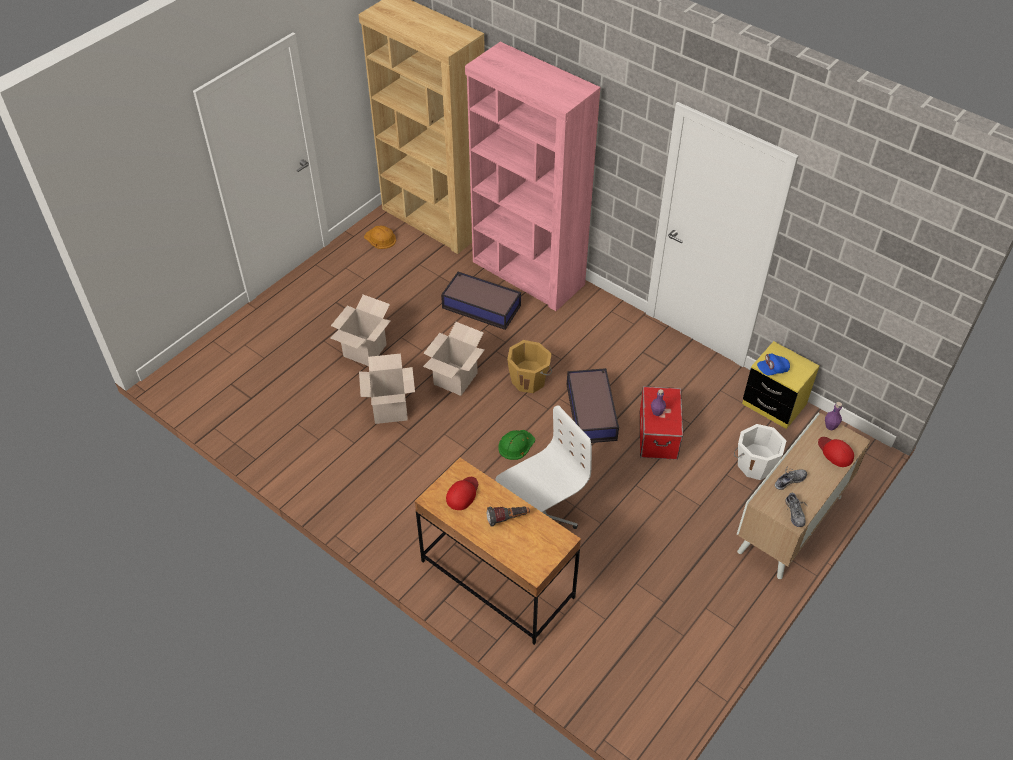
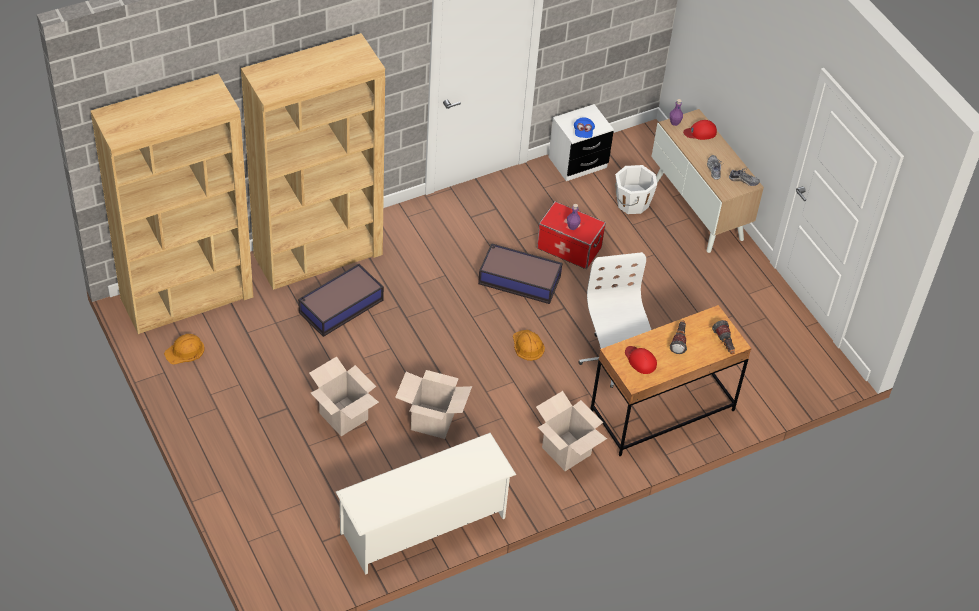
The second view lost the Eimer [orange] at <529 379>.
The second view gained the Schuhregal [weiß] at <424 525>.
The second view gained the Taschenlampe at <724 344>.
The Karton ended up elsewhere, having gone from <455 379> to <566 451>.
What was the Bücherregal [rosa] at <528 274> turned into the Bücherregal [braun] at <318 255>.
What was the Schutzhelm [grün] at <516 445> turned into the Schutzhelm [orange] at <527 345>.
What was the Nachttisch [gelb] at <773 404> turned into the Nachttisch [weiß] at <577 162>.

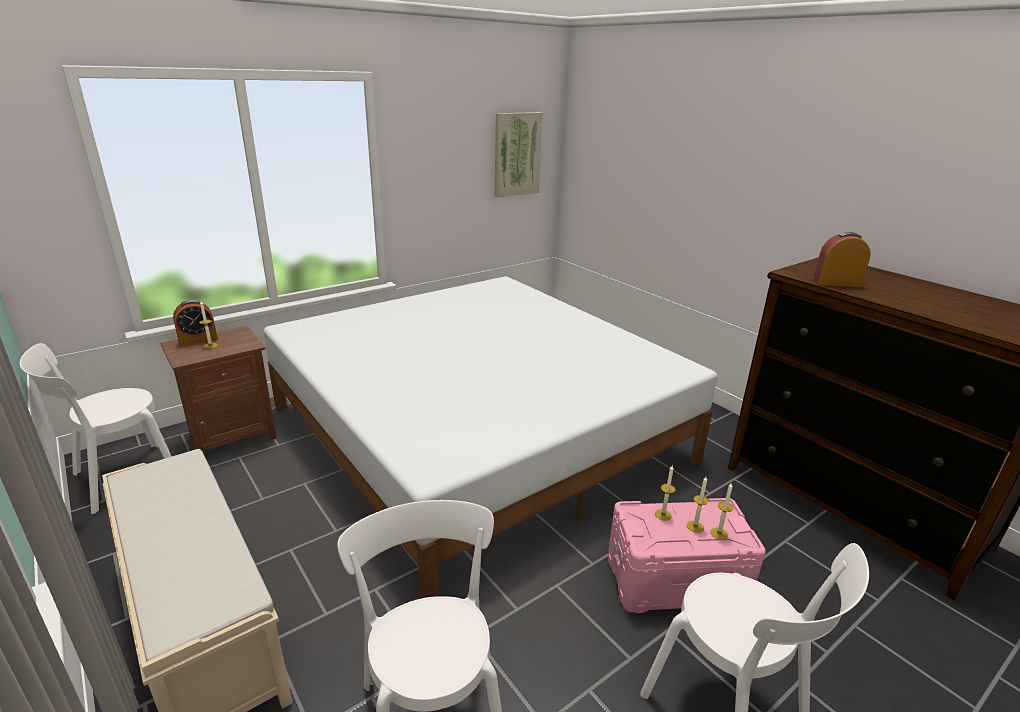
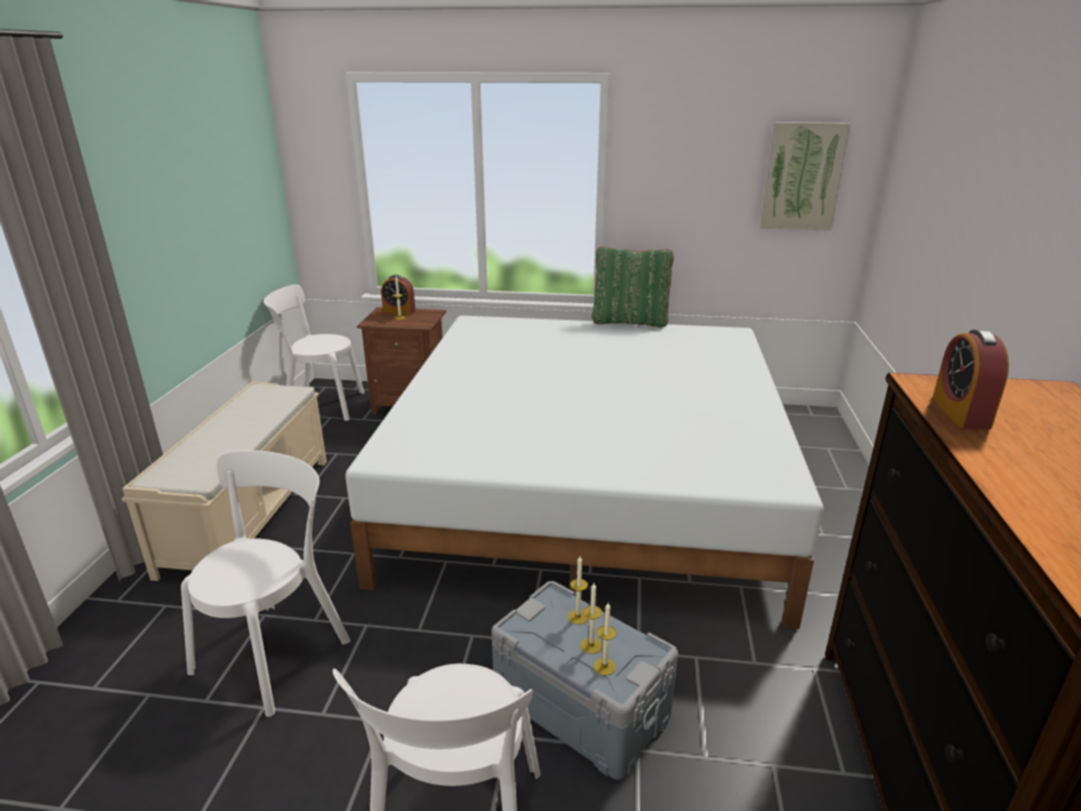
The second view gained the Kissen [grün] at <630 321>.
What was the Aufbewahrungsbox [rosa] at <675 579> turned into the Aufbewahrungsbox [grau] at <581 704>.
The Wecker at <836 283> ended up facing another way, 135 degrees counterclockwise from before.

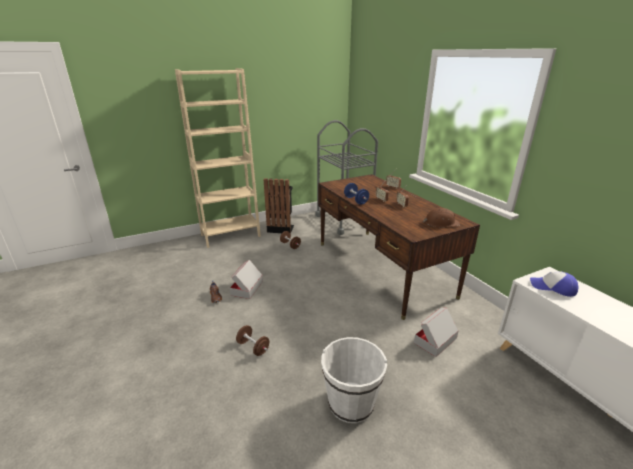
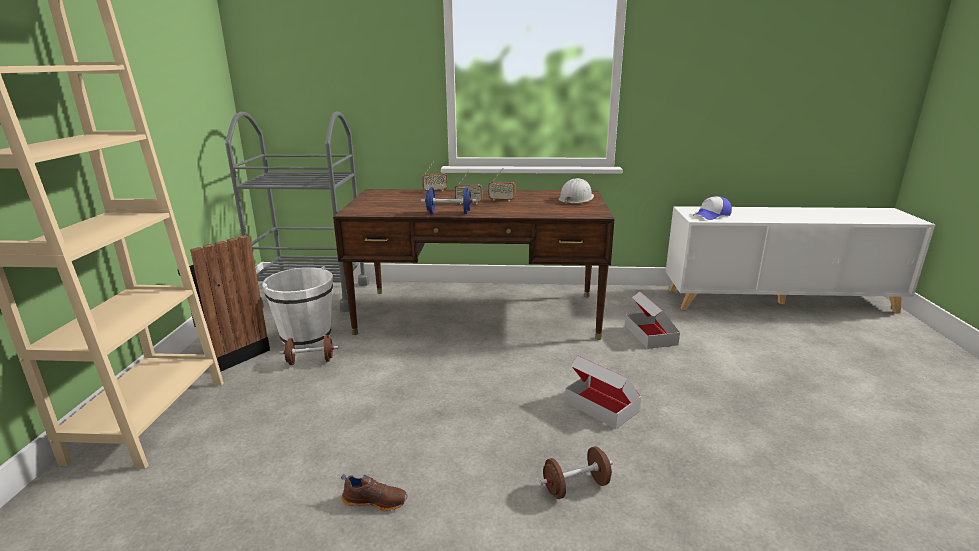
The Karton ended up elsewhere, having gone from <247 288> to <602 406>.
The Eimer [weiß] ended up elsewhere, having gone from <351 403> to <306 336>.
What was the Schutzhelm [braun] at <441 223> turned into the Schutzhelm [weiß] at <576 199>.

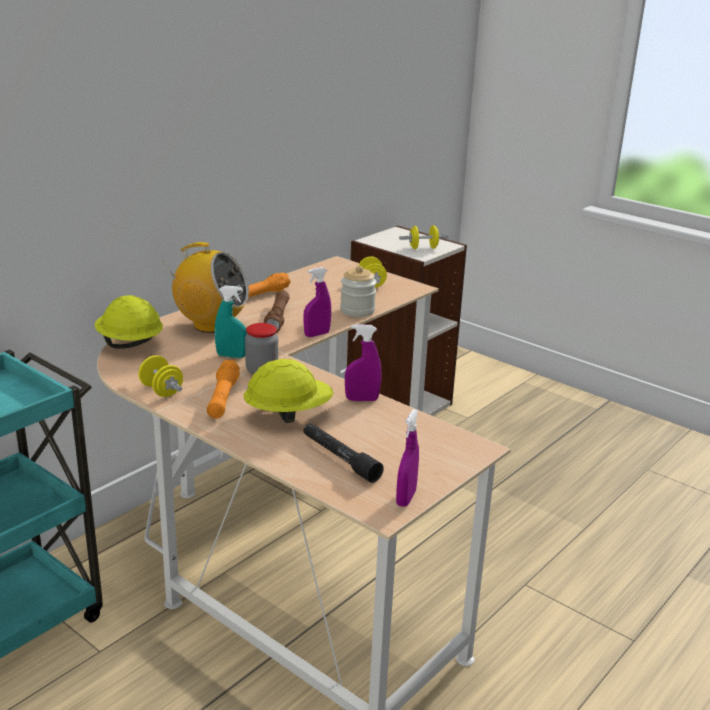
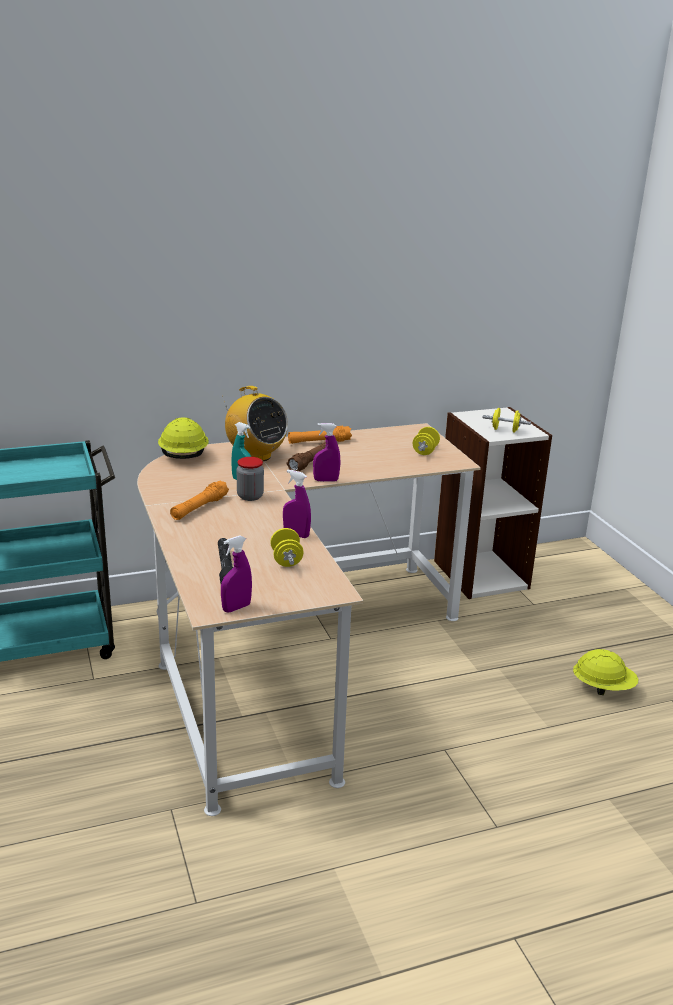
The second view lost the Vorratsglas at <357 311>.
The Hantel [gelb] ended up elsewhere, having gone from <161 390> to <286 560>.
The Schutzhelm [gelb] ended up elsewhere, having gone from <288 414> to <602 688>.

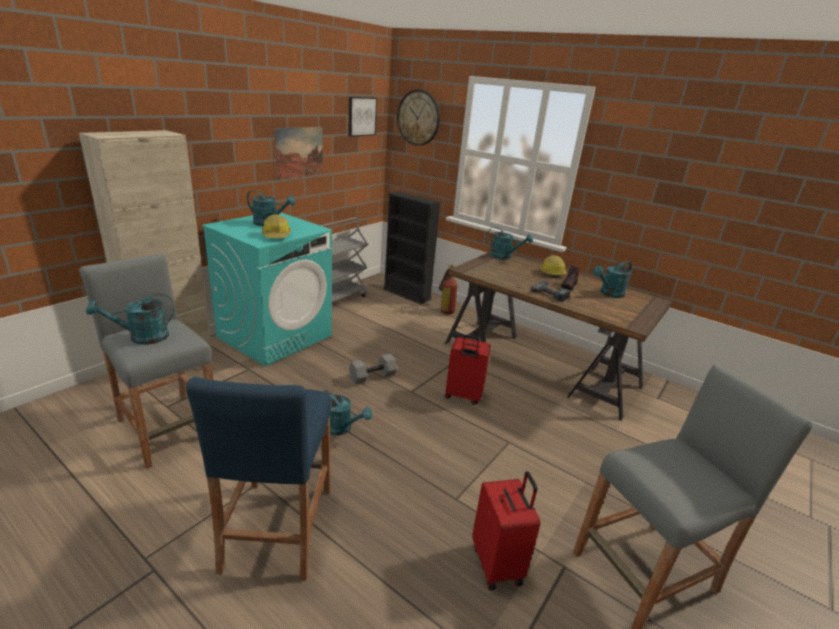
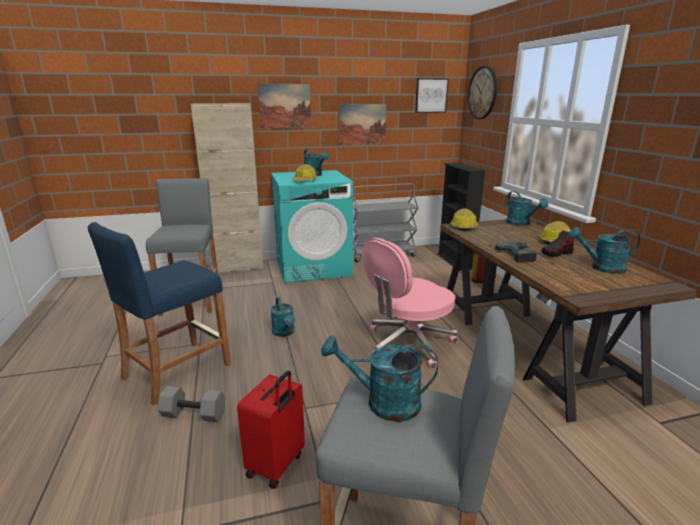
The second view gained the Bild at <285 105>.
The second view gained the Schutzhelm at <462 227>.
The Gießkanne [türkis] ended up elsewhere, having gone from <142 338> to <383 403>.
The Hantel [grau] ended up elsewhere, having gone from <372 376> to <194 413>.
Where the Koffer [rot] stood at <463 396>, the Bürostuhl [rosa] came to stand at <408 344>.

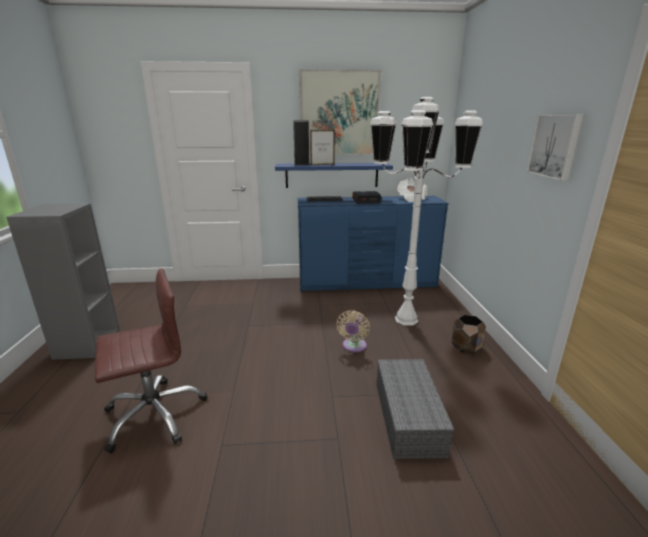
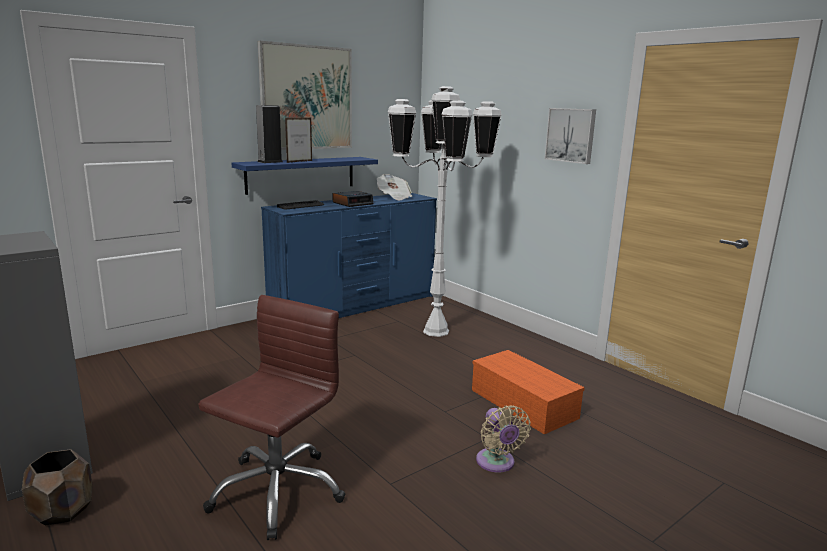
The Ventilator [beige] ended up elsewhere, having gone from <353 347> to <497 463>.
The Pflanzkübel [braun] ended up elsewhere, having gone from <466 347> to <63 510>.
What was the Aufbewahrungsbox [grau] at <409 418> turned into the Aufbewahrungsbox [orange] at <525 404>.

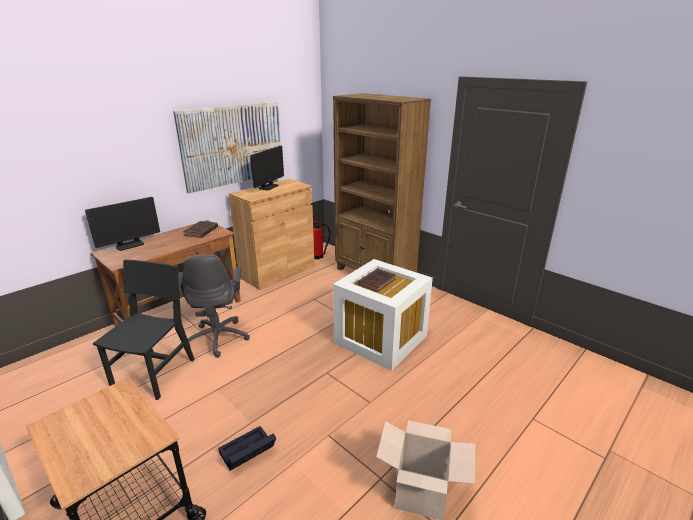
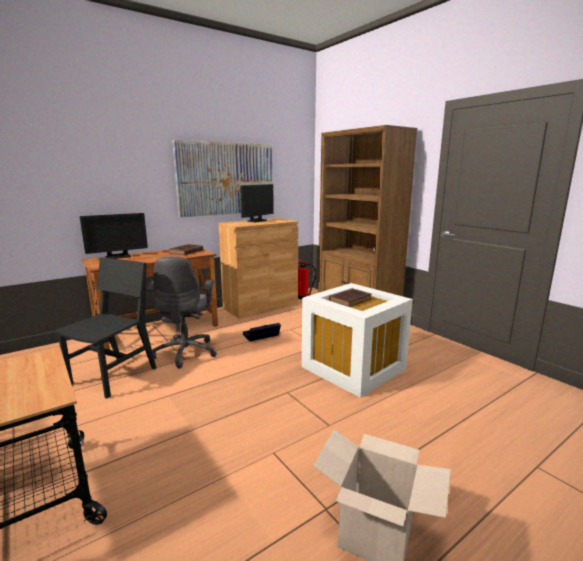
The Aufbewahrungsbox [schwarz] ended up elsewhere, having gone from <247 453> to <261 336>.

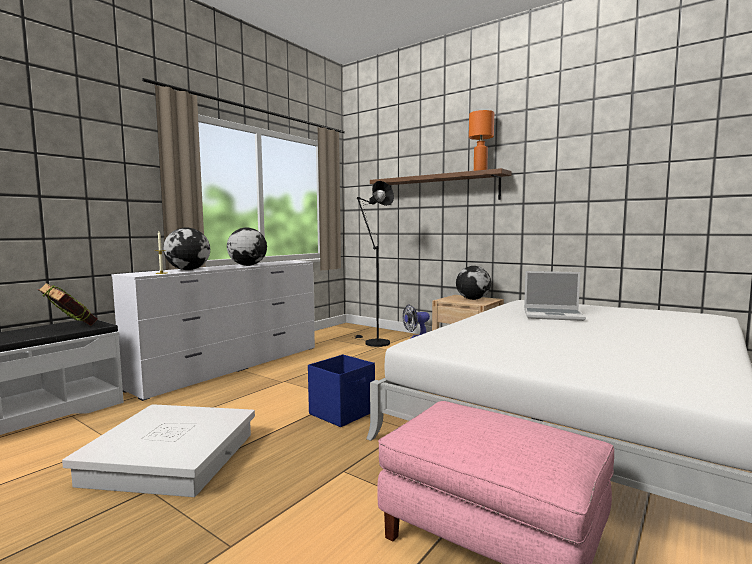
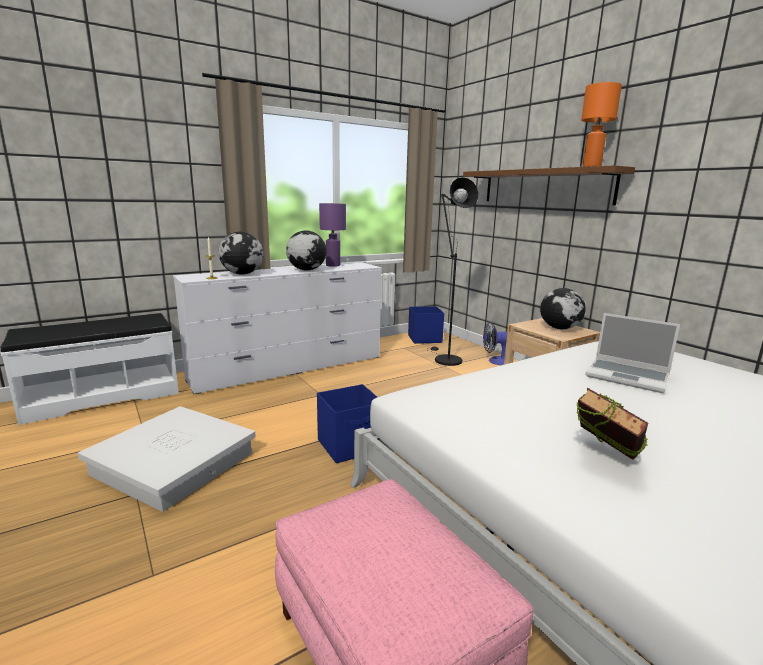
The second view gained the Tischlampe [lila] at <332 265>.
The second view gained the Aufbewahrungsbox [blau] at <424 339>.
The Buch ended up elsewhere, having gone from <70 327> to <604 460>.

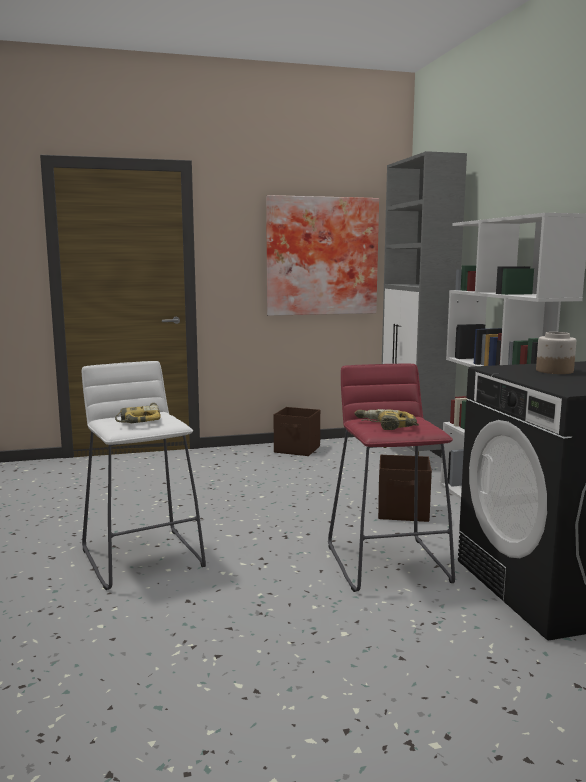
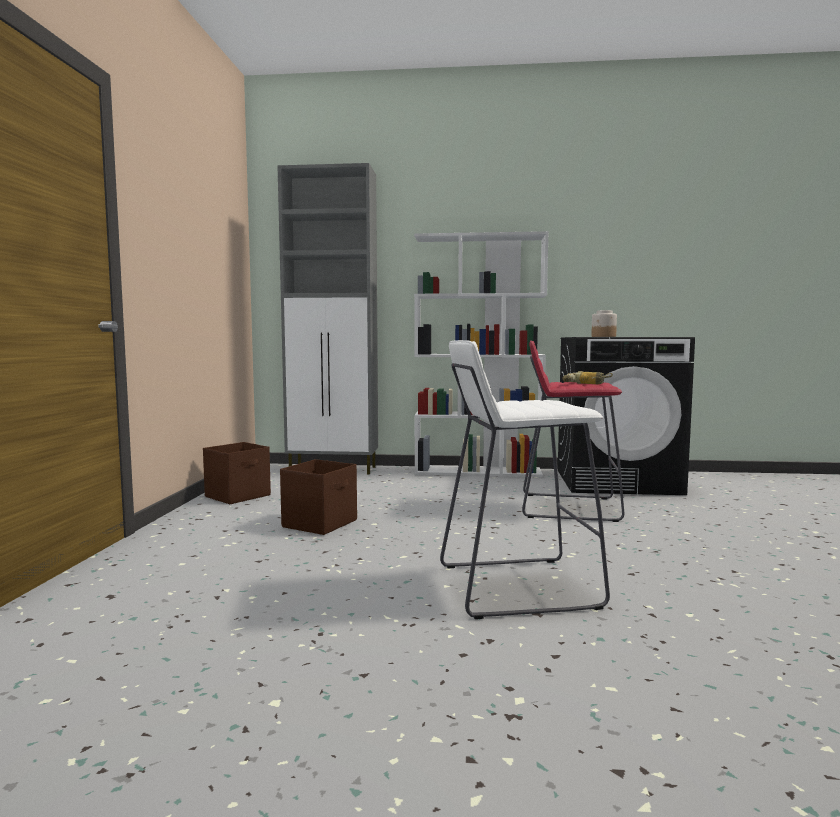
The second view lost the Bohrmaschine at <138 420>.
The second view lost the Bild at <321 256>.
The Aufbewahrungsbox [braun] ended up elsewhere, having gone from <404 512> to <321 523>.

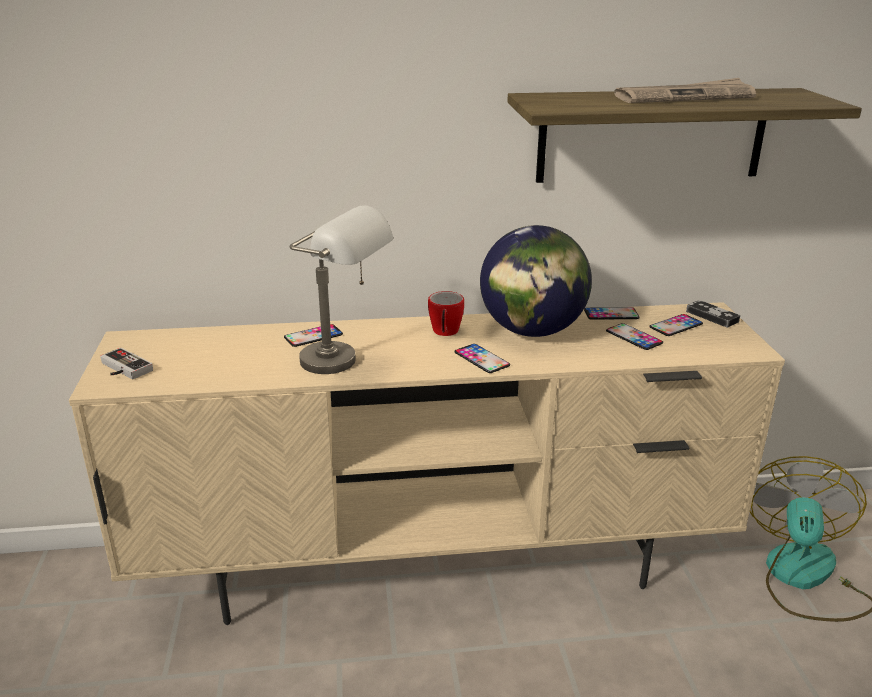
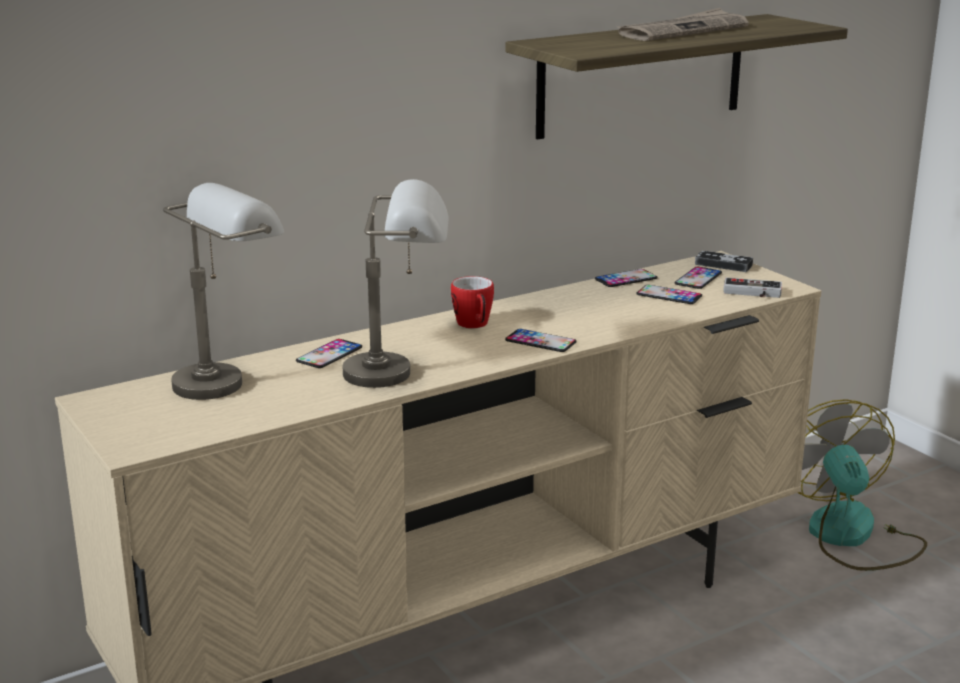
The second view lost the Globus at <532 331>.
The second view gained the Tischlampe [grau] at <227 378>.
The Gamepad ended up elsewhere, having gone from <122 369> to <752 293>.

